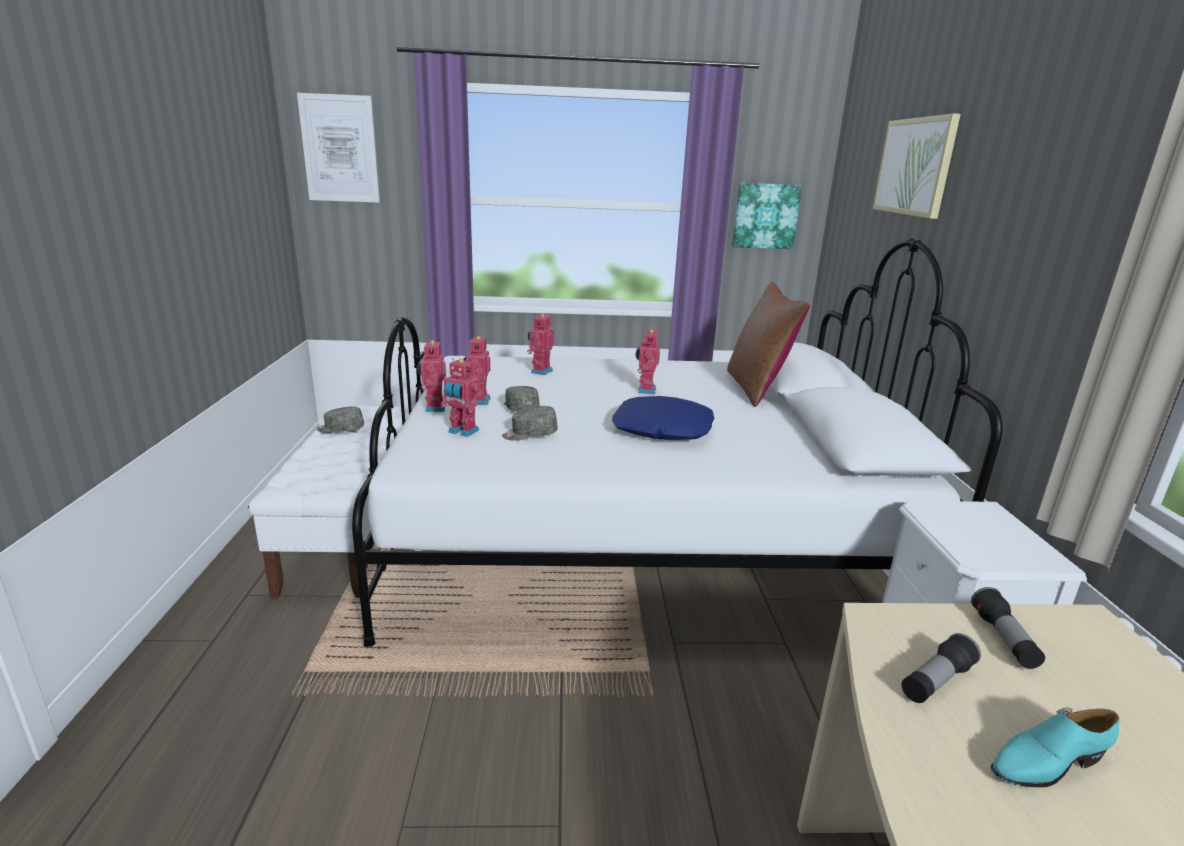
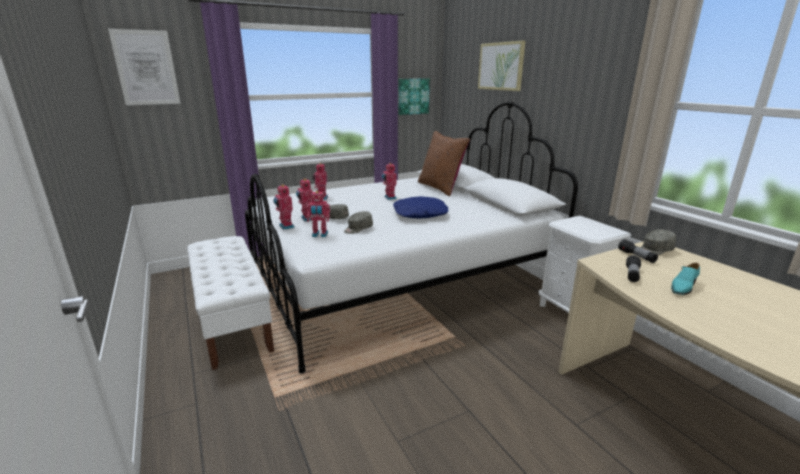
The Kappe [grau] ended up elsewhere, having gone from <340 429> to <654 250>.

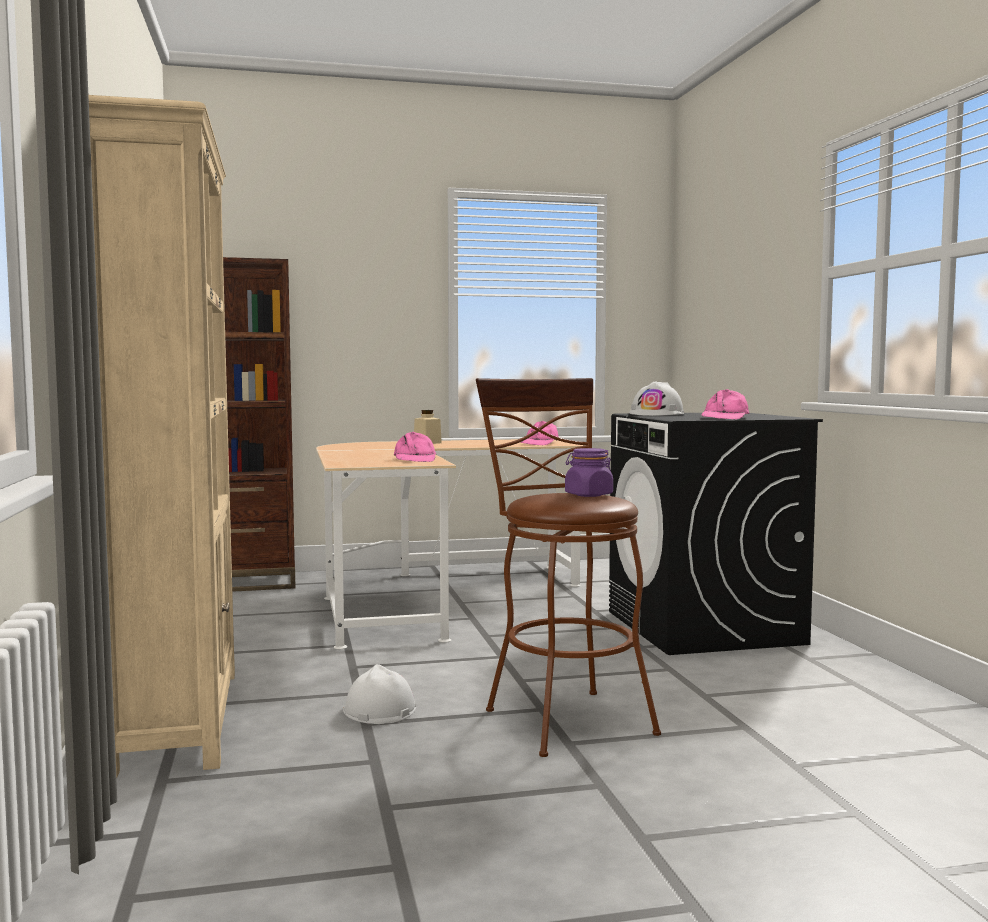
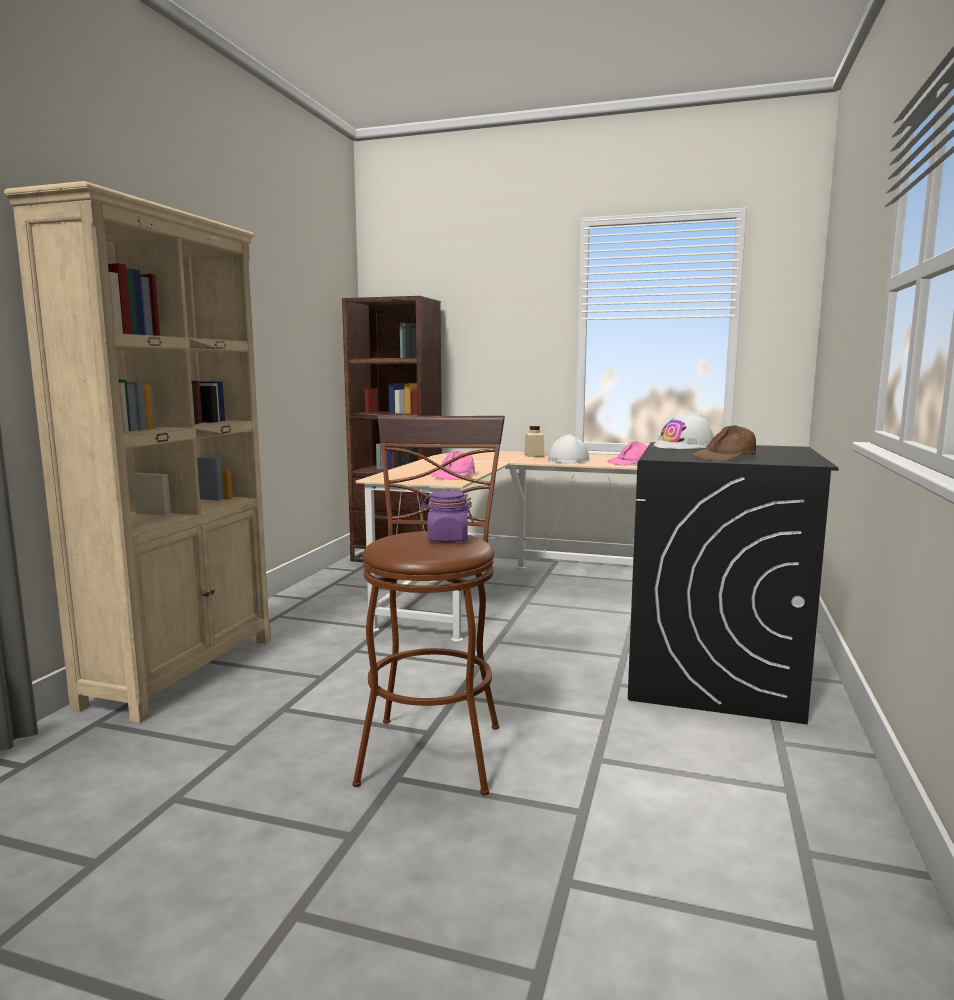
The Schutzhelm [weiß] ended up elsewhere, having gone from <379 709> to <568 460>.
What was the Kappe [rosa] at <725 417> turned into the Kappe [braun] at <725 457>.

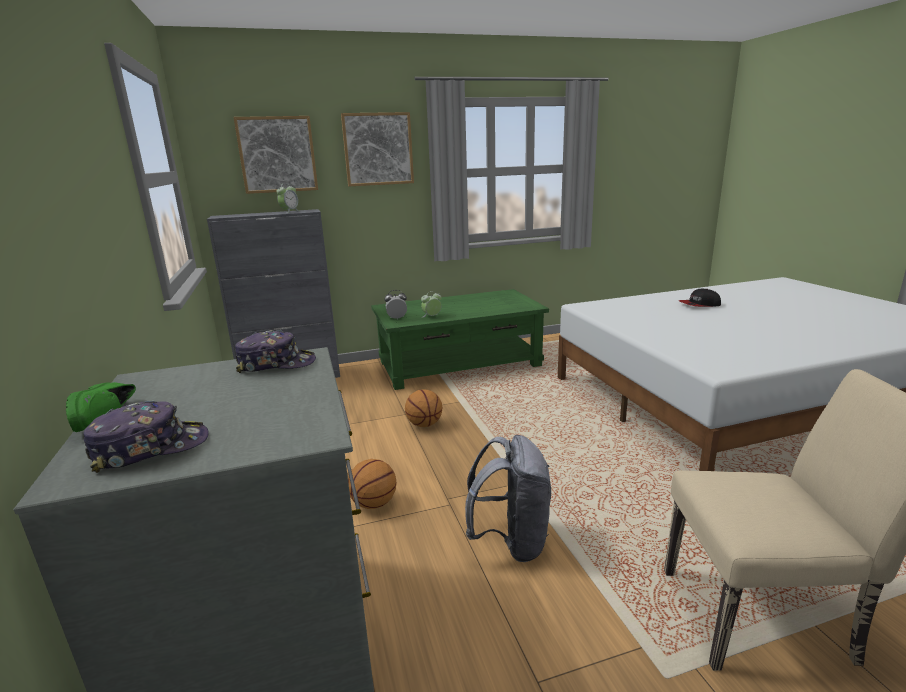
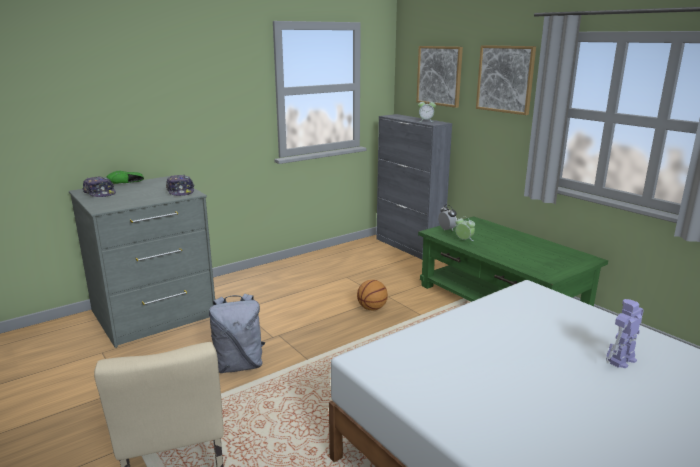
The second view lost the Basketball at <374 504>.
Where the Kappe stood at <699 305>, the Spielzeugroboter came to stand at <620 360>.

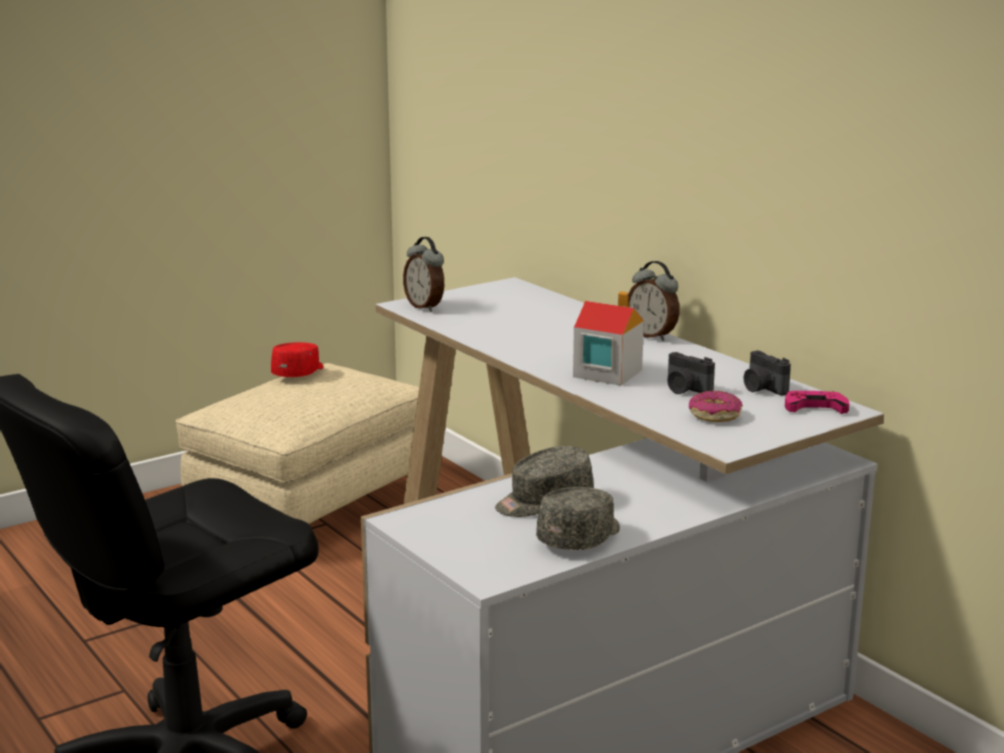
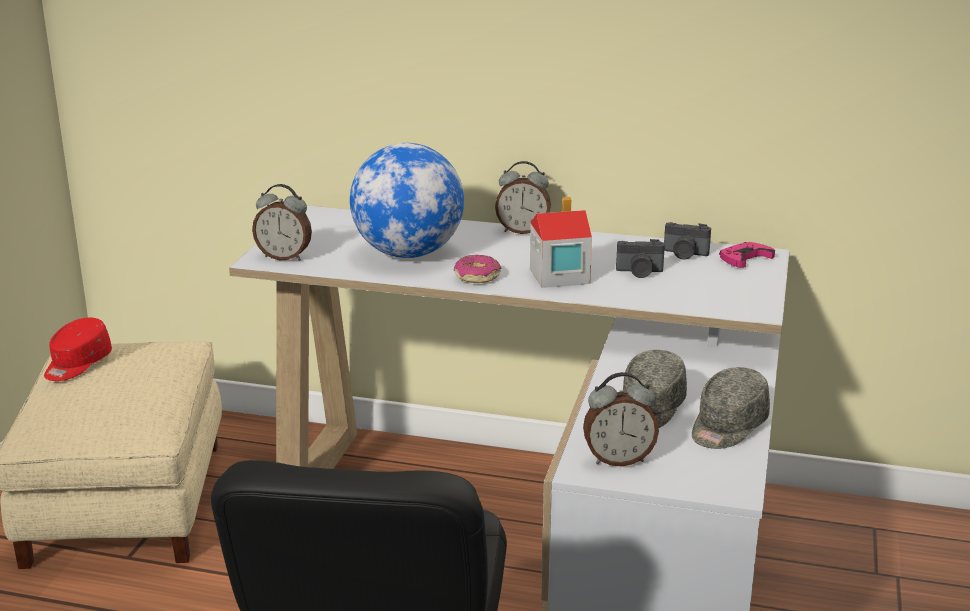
The second view gained the Globus at <408 253>.
The second view gained the Wecker at <618 459>.
The Donut ended up elsewhere, having gone from <714 415> to <477 277>.
The Kappe [rot] at <299 372> ended up facing another way, 135 degrees counterclockwise from before.
The Kappe [grau] at <581 537> ended up facing another way, 135 degrees counterclockwise from before.

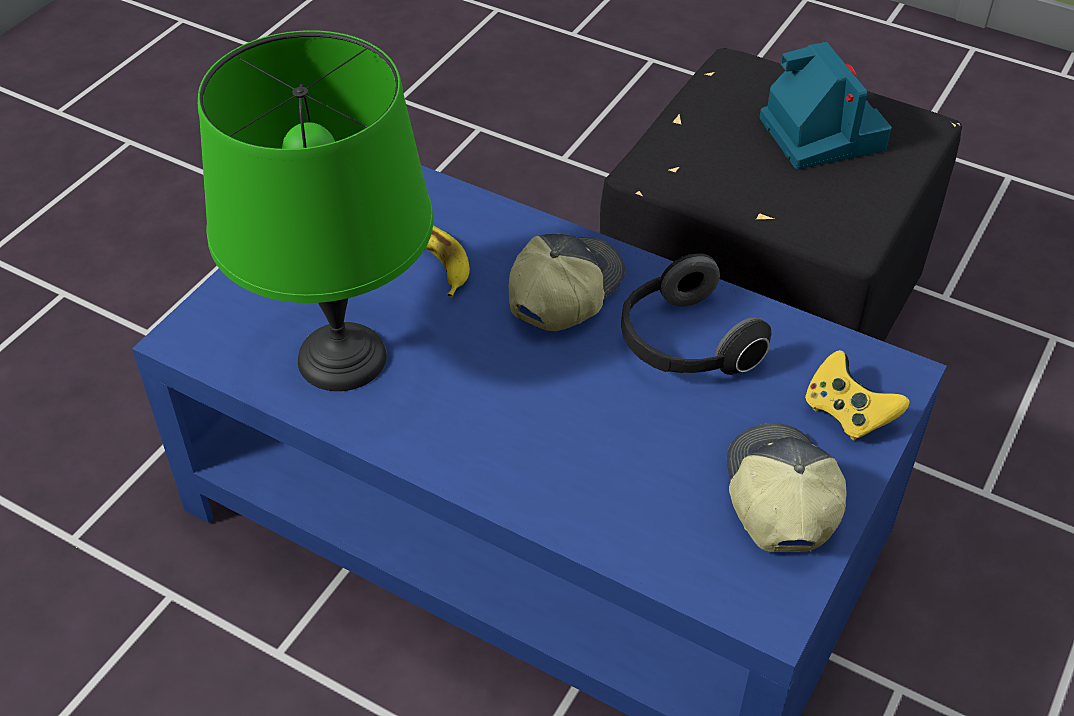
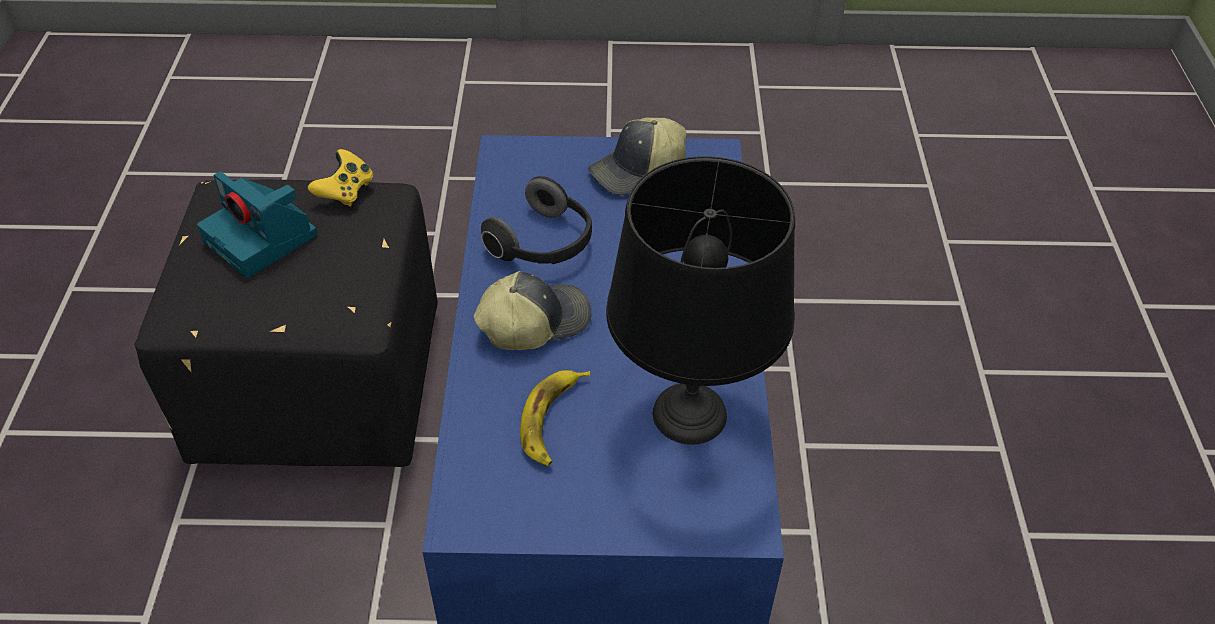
The Gamepad [gelb] ended up elsewhere, having gone from <847 413> to <345 192>.
What was the Tischlampe [grün] at <340 357> turned into the Tischlampe [schwarz] at <689 416>.
The Kappe at <563 291> ended up facing another way, 150 degrees clockwise from before.
The Kamera at <819 132> ended up facing another way, 90 degrees counterclockwise from before.

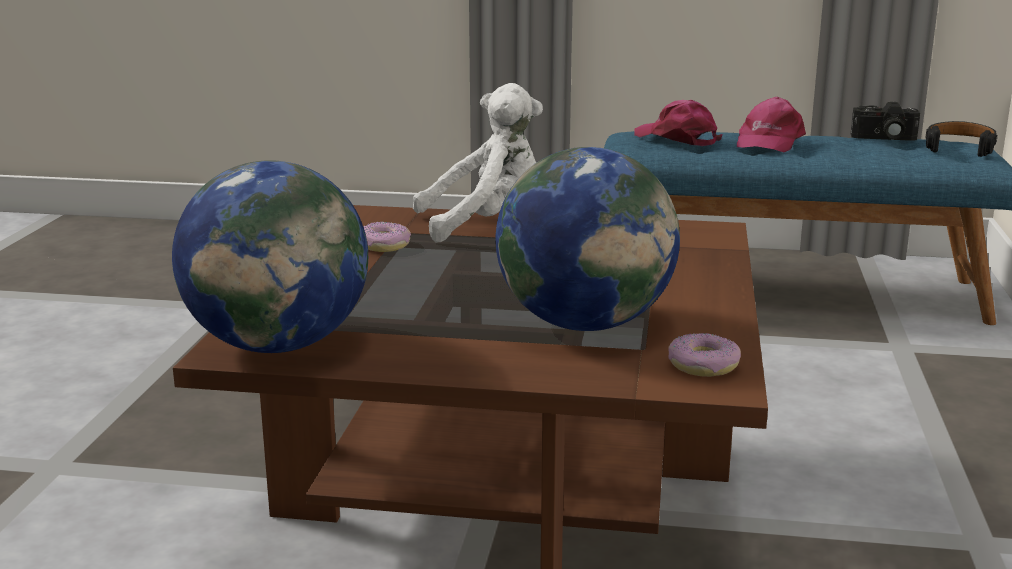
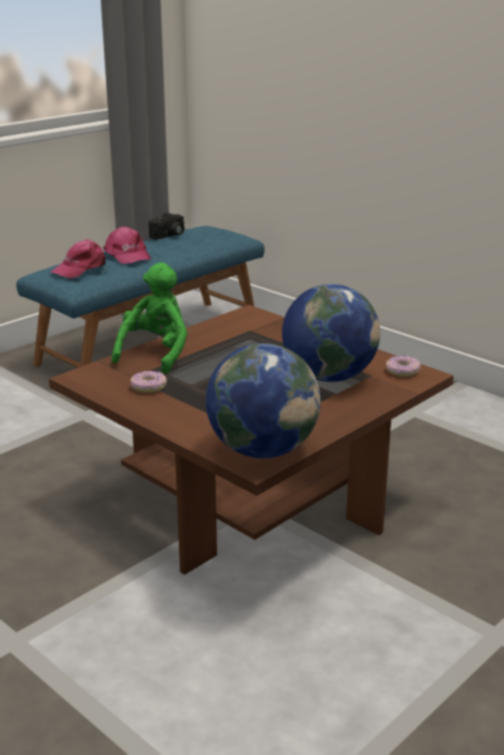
The second view lost the Kopfhörer [schwarz] at <959 147>.
What was the Plüschtier [weiß] at <486 224> turned into the Plüschtier [grün] at <156 354>.
The Kappe [rosa] at <677 138> ended up facing another way, 45 degrees counterclockwise from before.

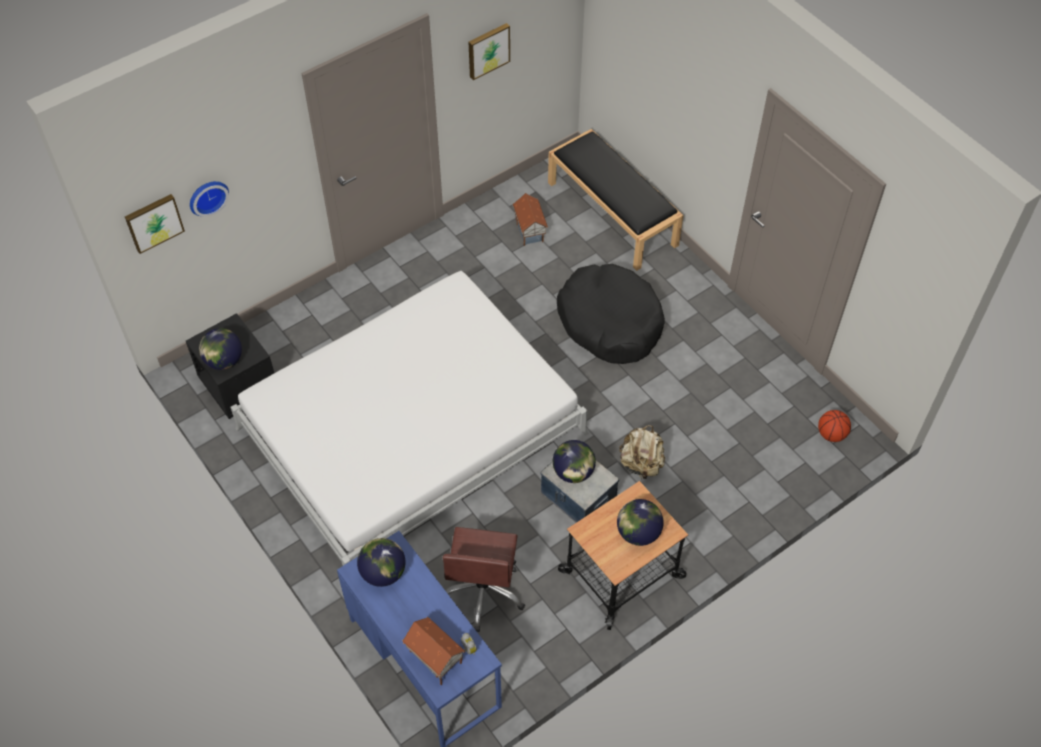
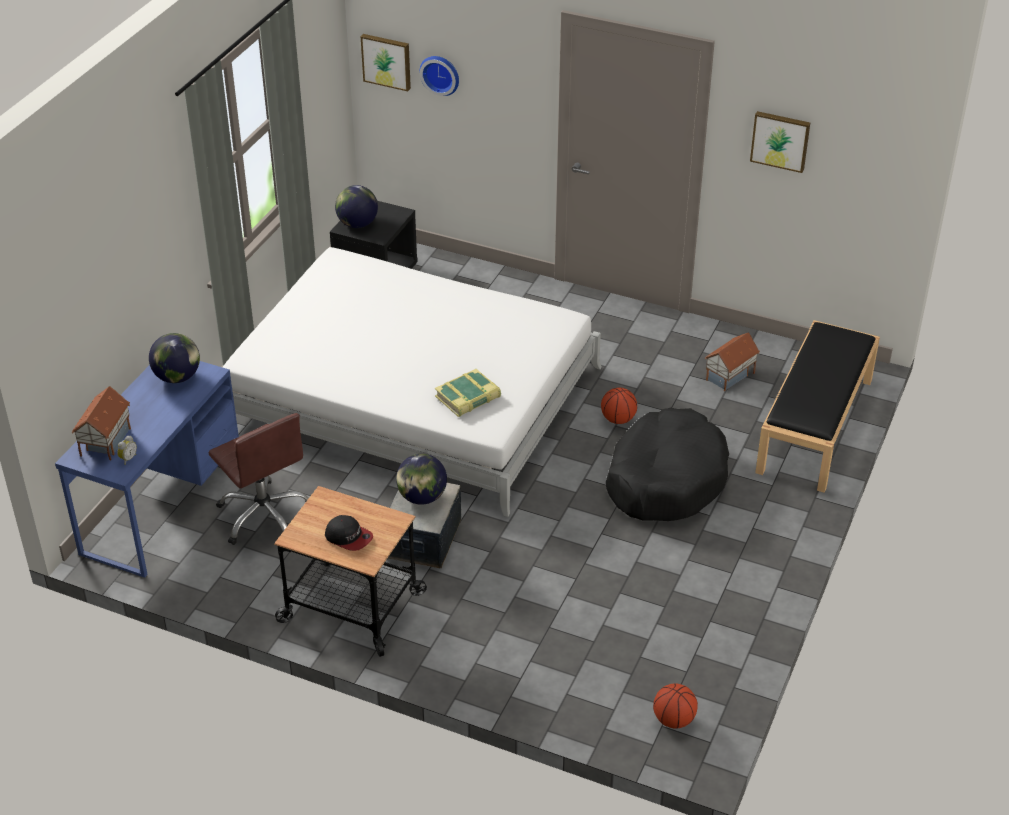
The second view lost the Rucksack [beige] at <641 464>.
The second view gained the Buch at <468 398>.
The second view gained the Basketball at <618 419>.
Where the Globus stood at <638 533>, the Kappe came to stand at <349 537>.
The Bürostuhl [braun] at <483 591> ended up facing another way, 105 degrees counterclockwise from before.

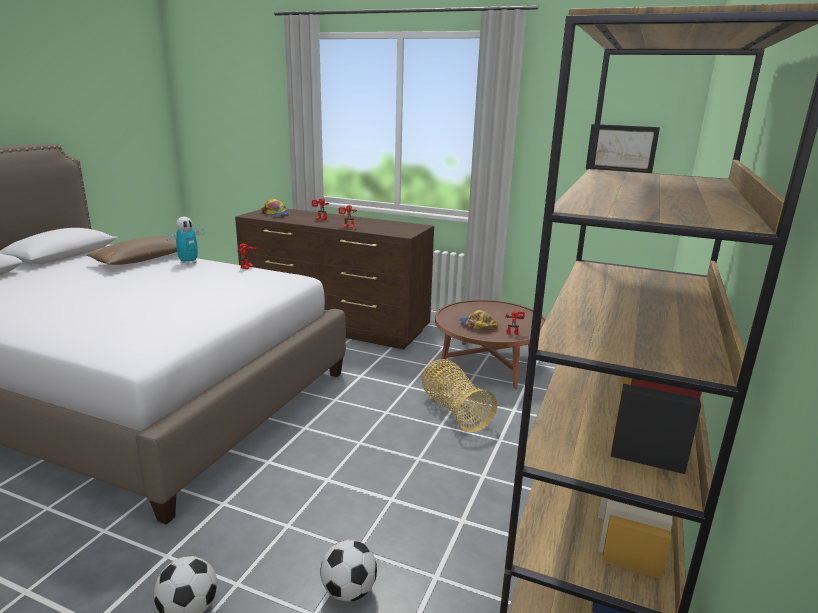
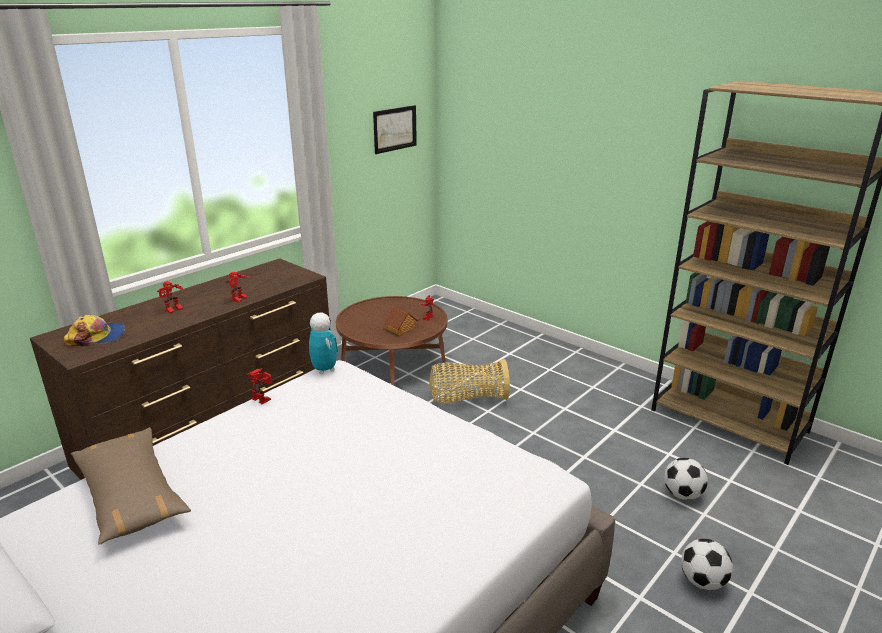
The Spielzeugroboter ended up elsewhere, having gone from <188 262> to <324 369>.
Where the Kappe stood at <477 326>, the Spielzeughaus came to stand at <401 328>.

